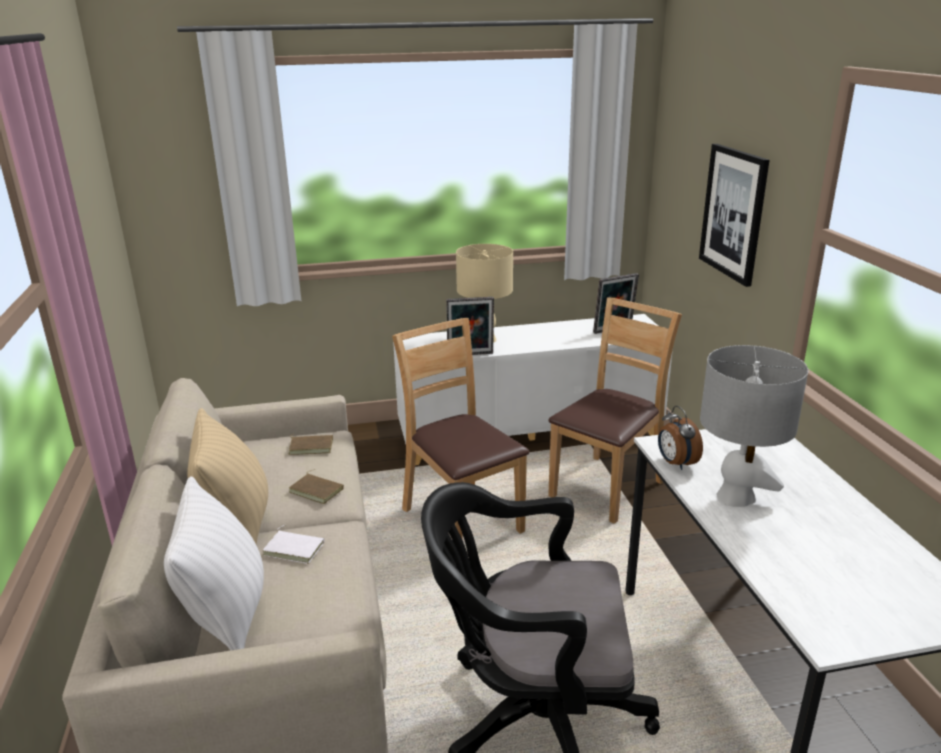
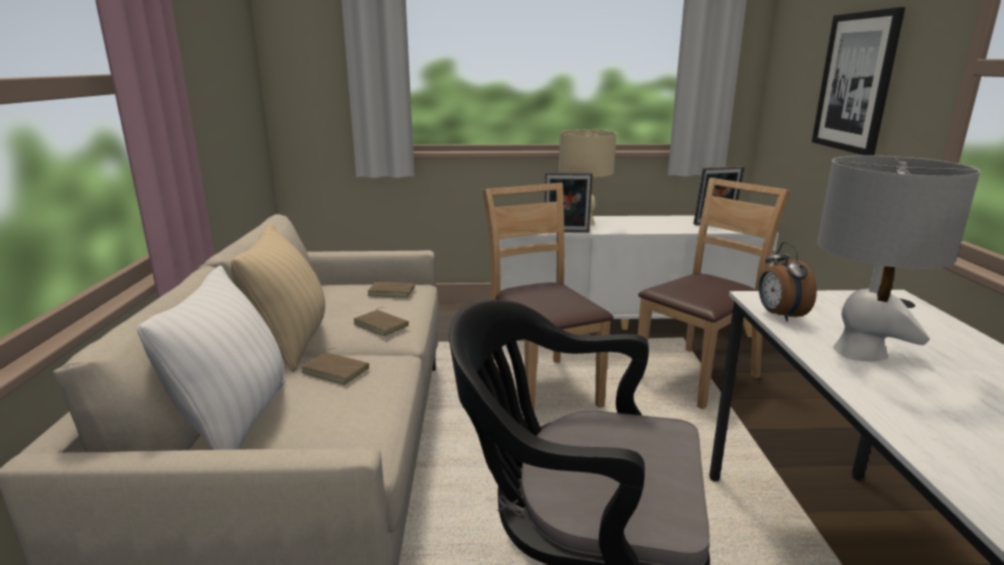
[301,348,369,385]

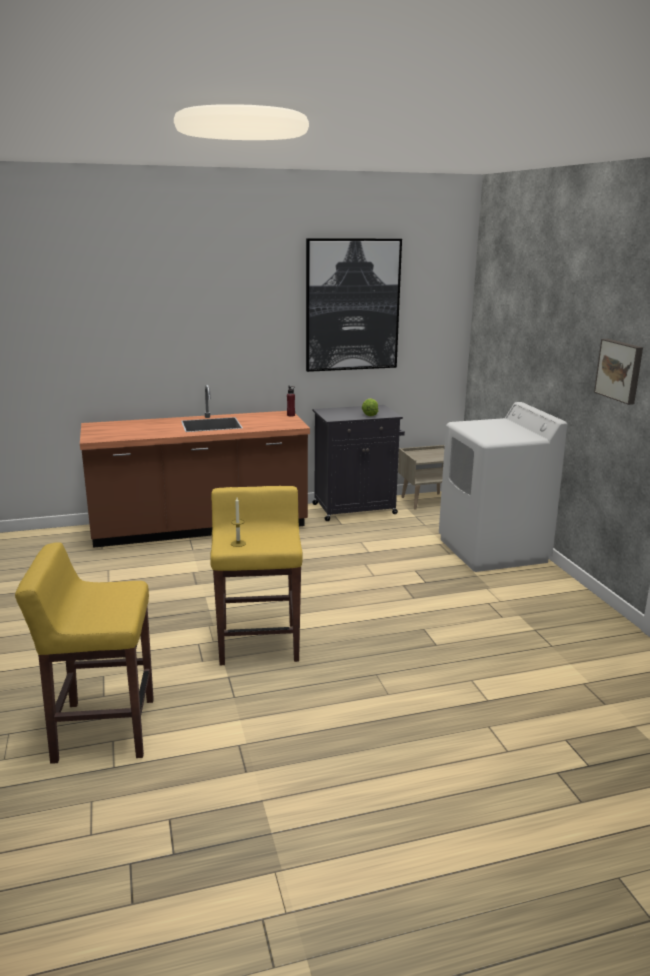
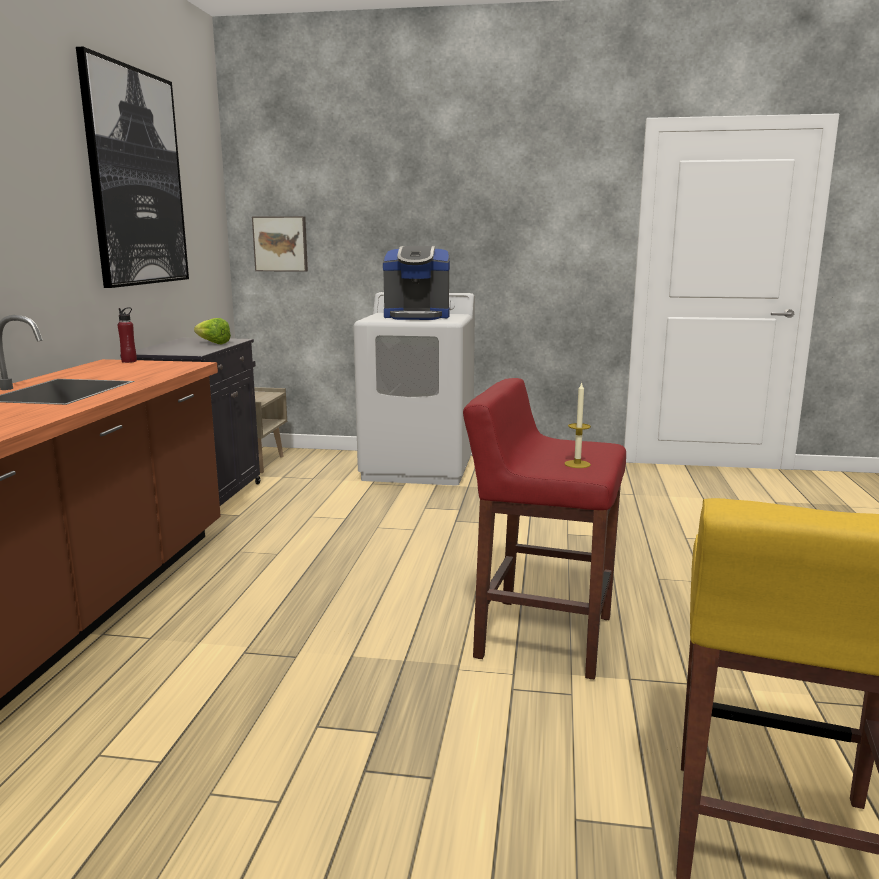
[252,216,308,272]
[383,246,450,320]
[463,378,626,679]

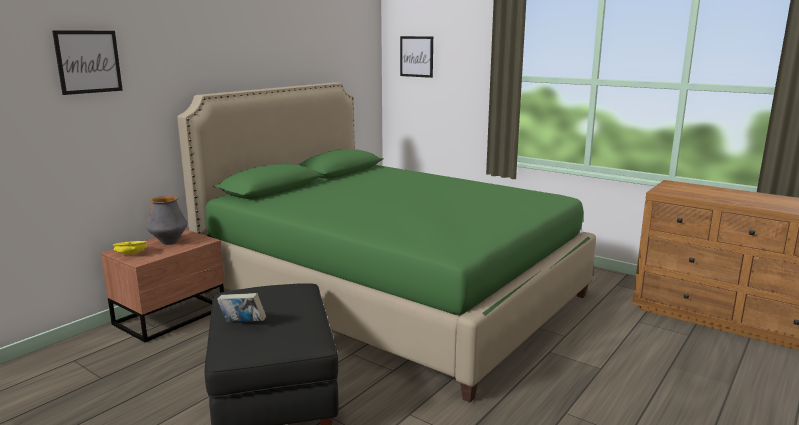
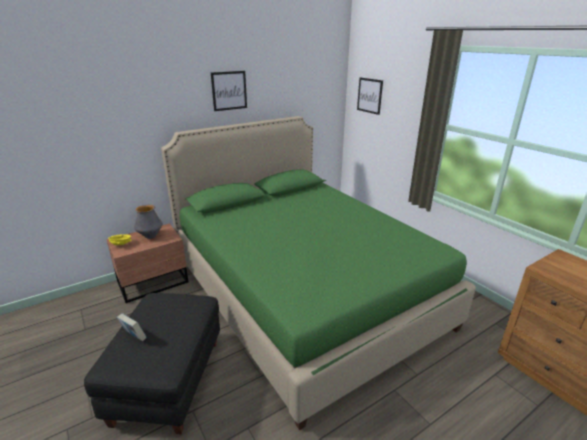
[211,71,247,111]

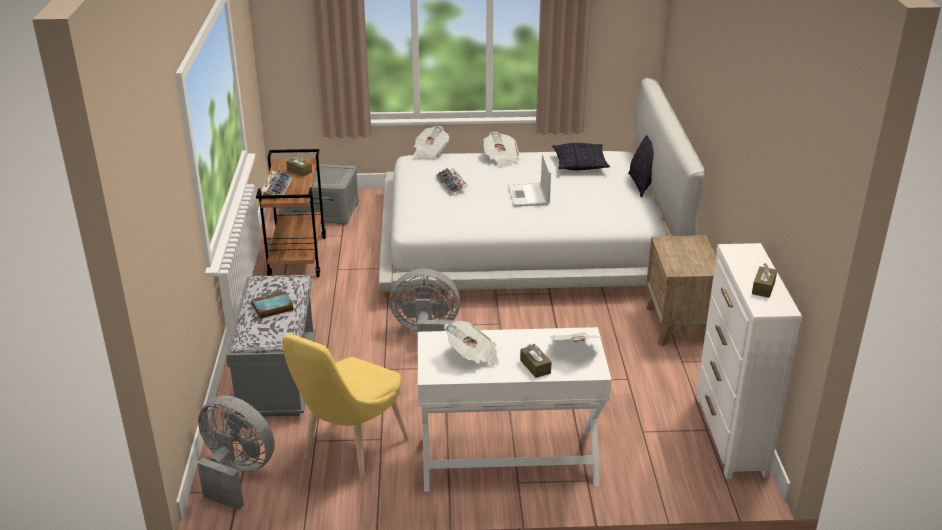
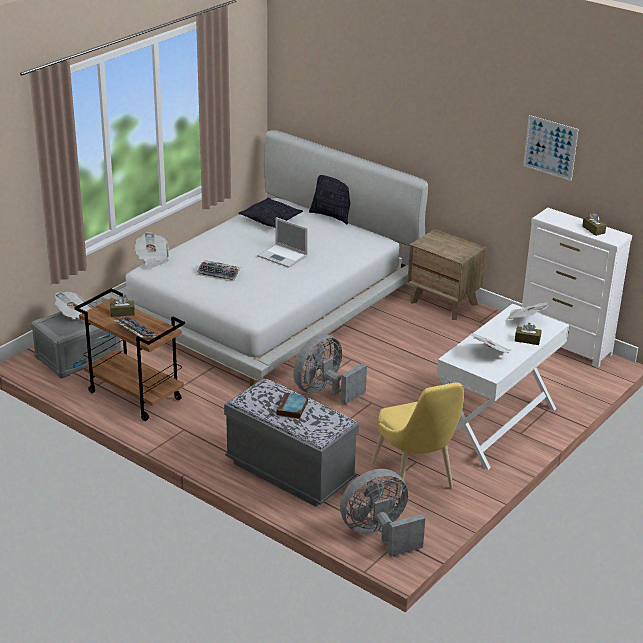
[55,292,91,319]
[523,115,579,181]

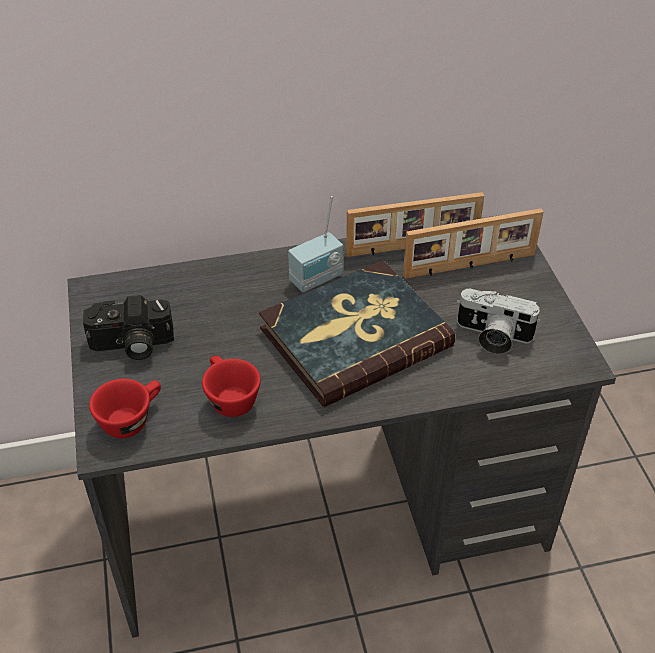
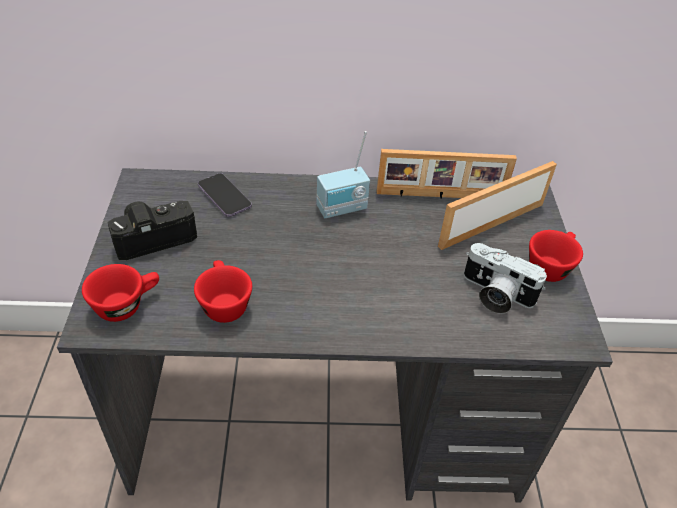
[107,201,197,260]
[198,173,252,217]
[438,161,557,250]
[529,230,583,282]
[259,260,455,407] (first image)

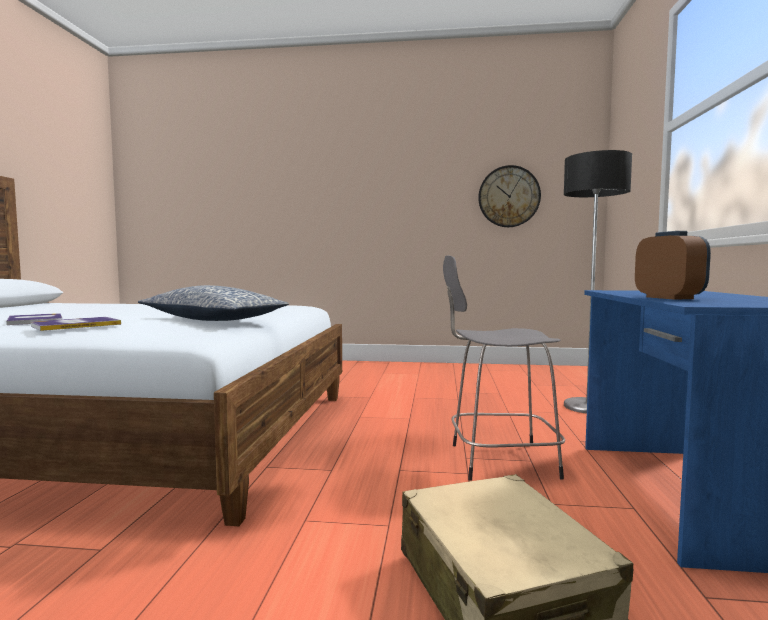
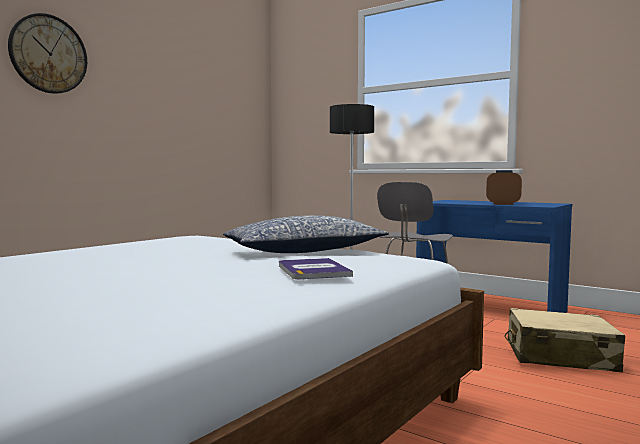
[8,13,87,94]
[6,313,62,325] (first image)

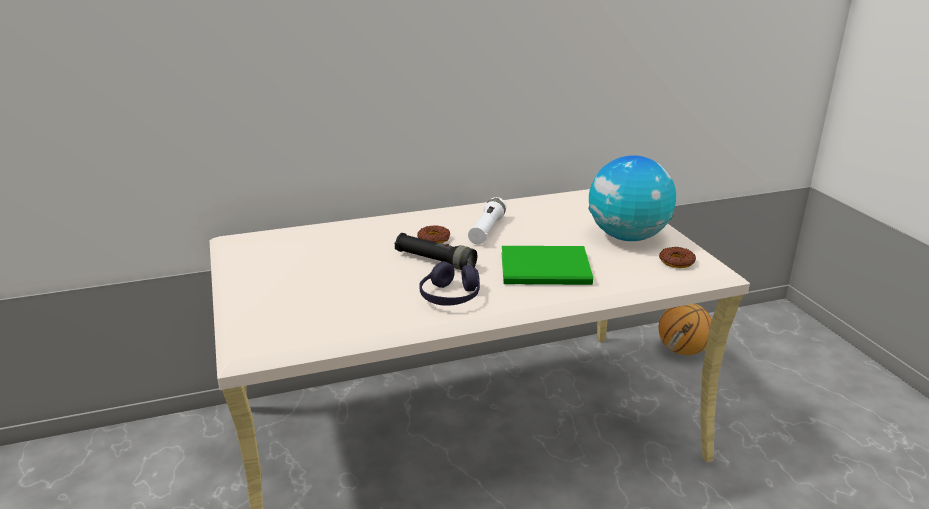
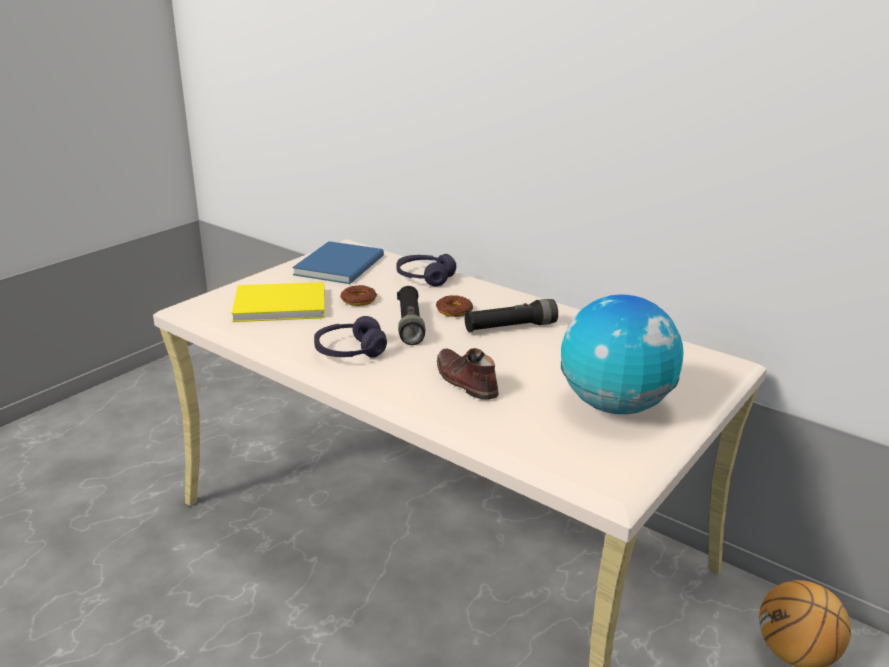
[231,282,325,322]
[292,241,384,284]
[341,285,377,306]
[397,254,456,286]
[437,348,499,400]
[465,299,558,332]

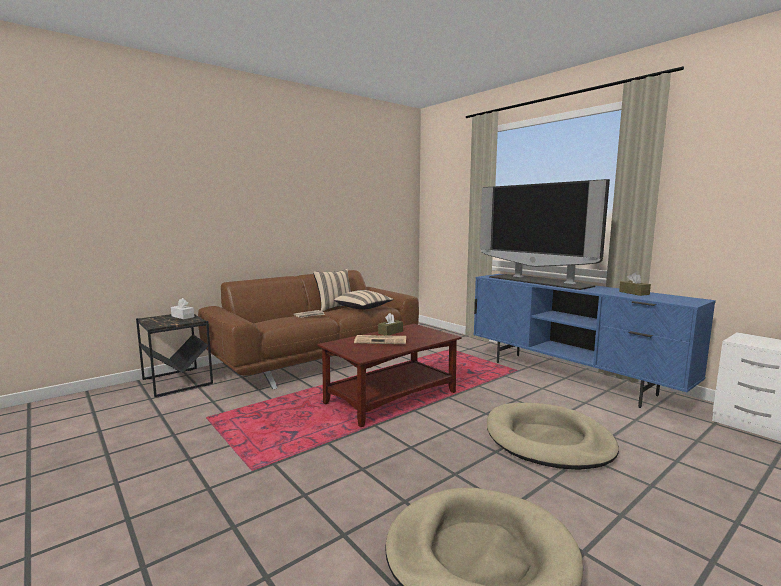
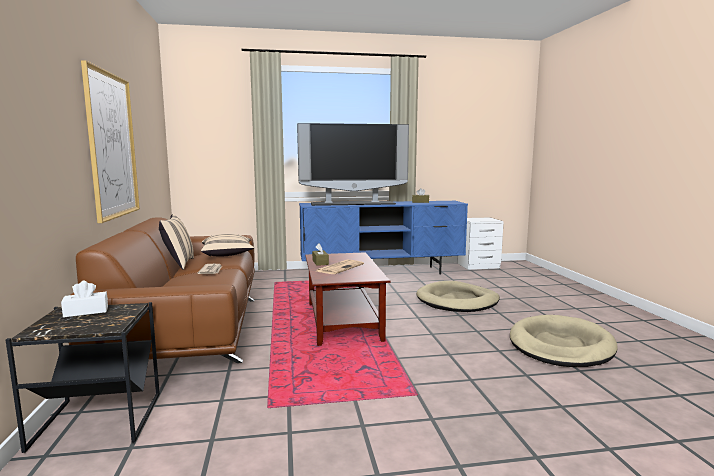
[81,60,140,223]

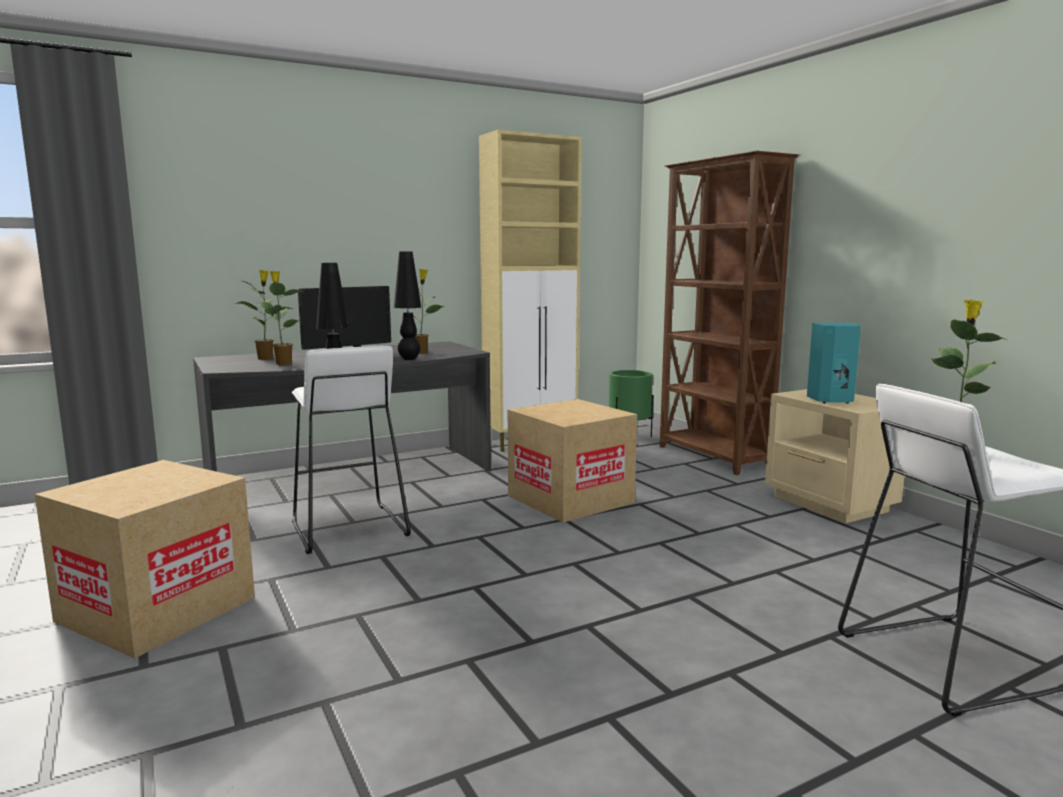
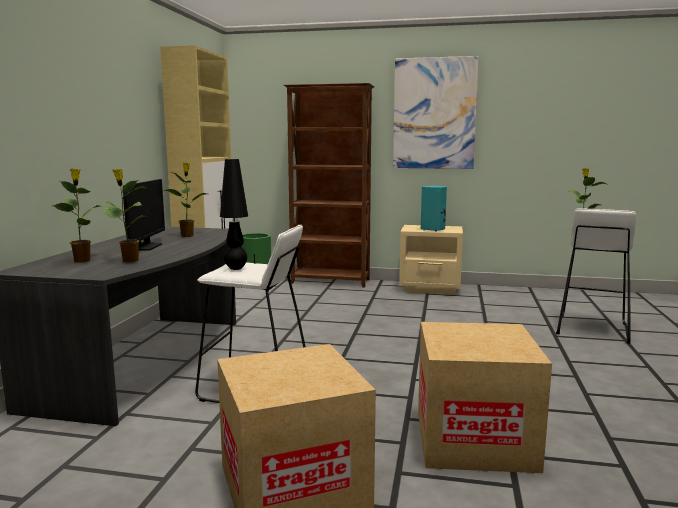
[393,56,479,169]
[418,322,552,473]
[394,252,421,360] (first image)

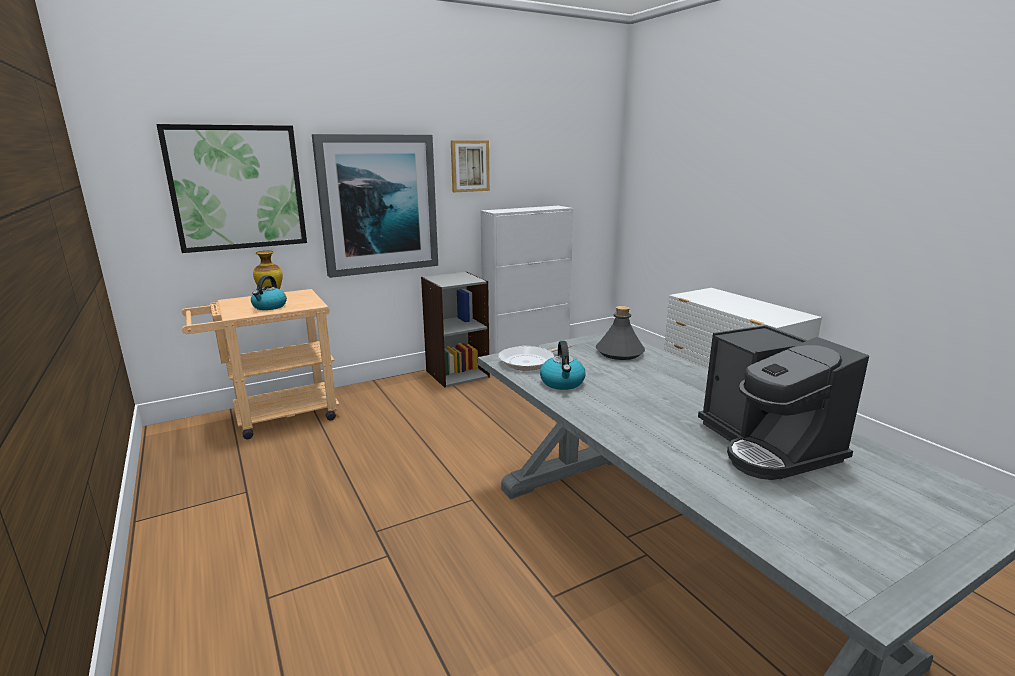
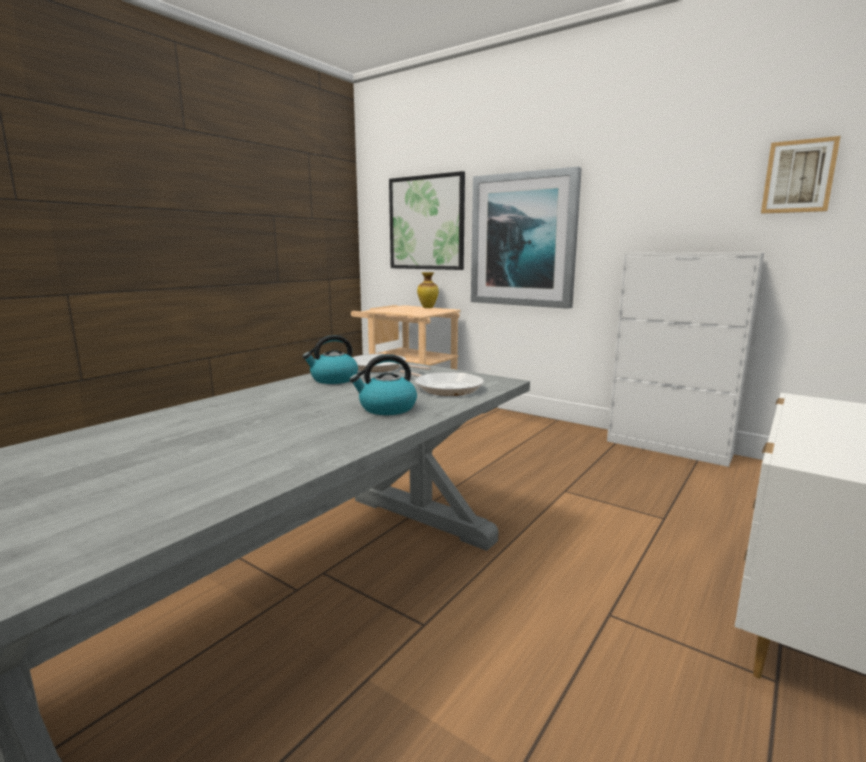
[349,354,417,415]
[400,370,484,396]
[761,136,841,214]
[421,271,490,388] (first image)
[698,325,869,480] (first image)

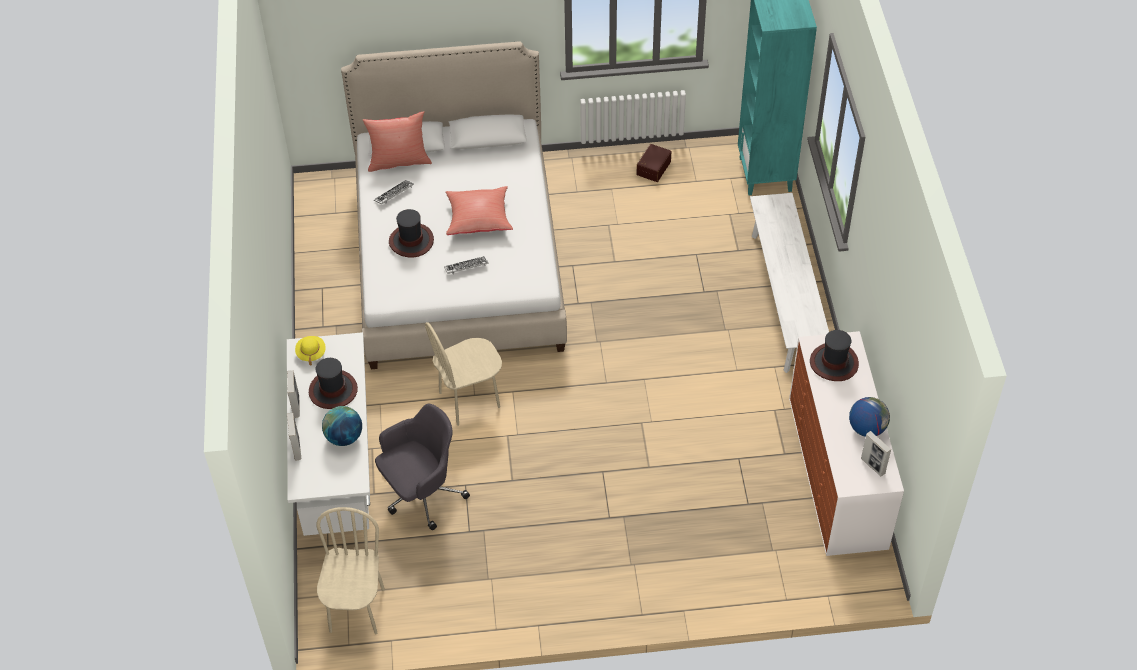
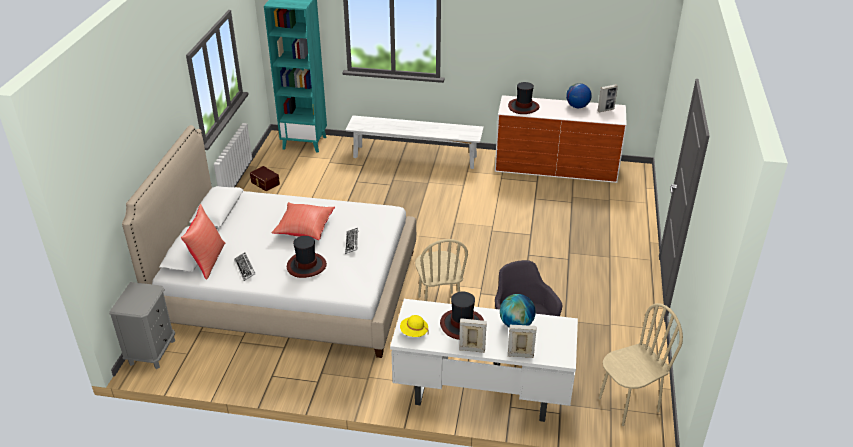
[109,282,175,369]
[599,303,683,426]

